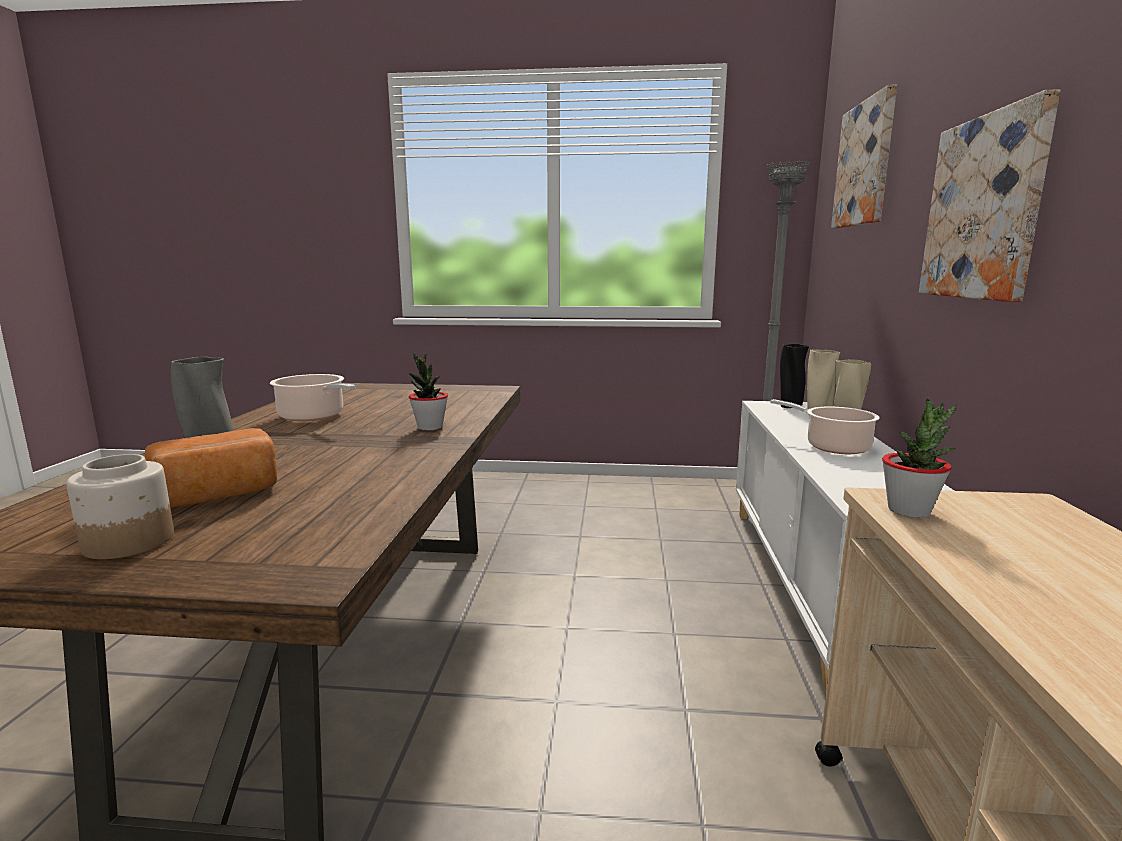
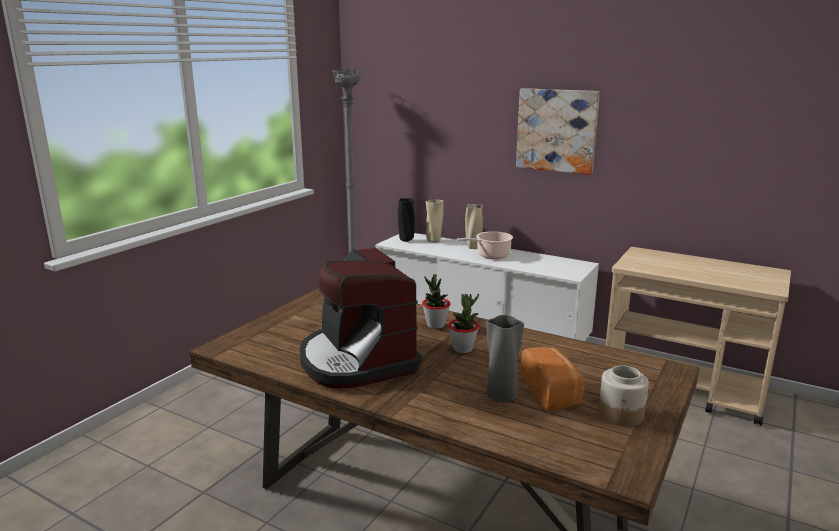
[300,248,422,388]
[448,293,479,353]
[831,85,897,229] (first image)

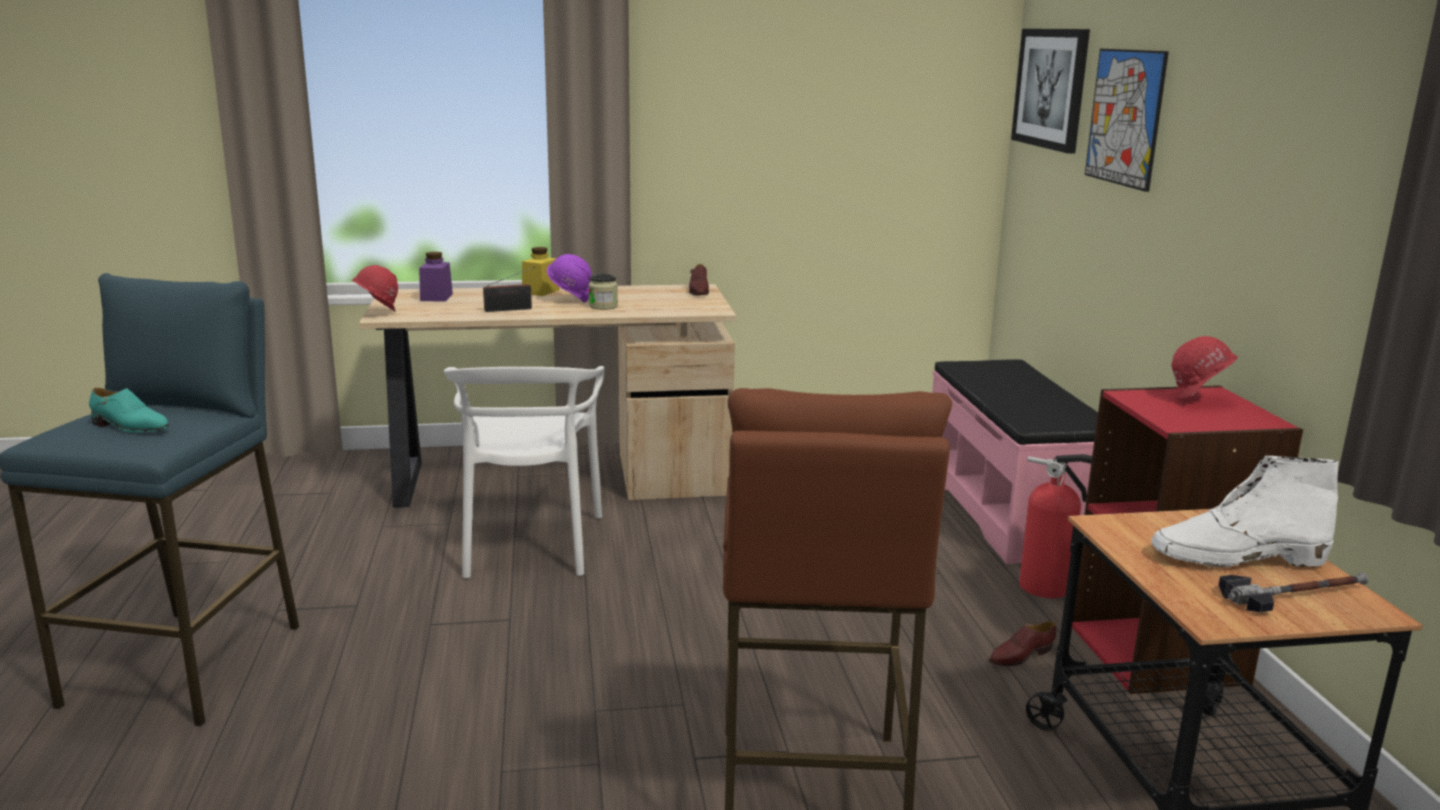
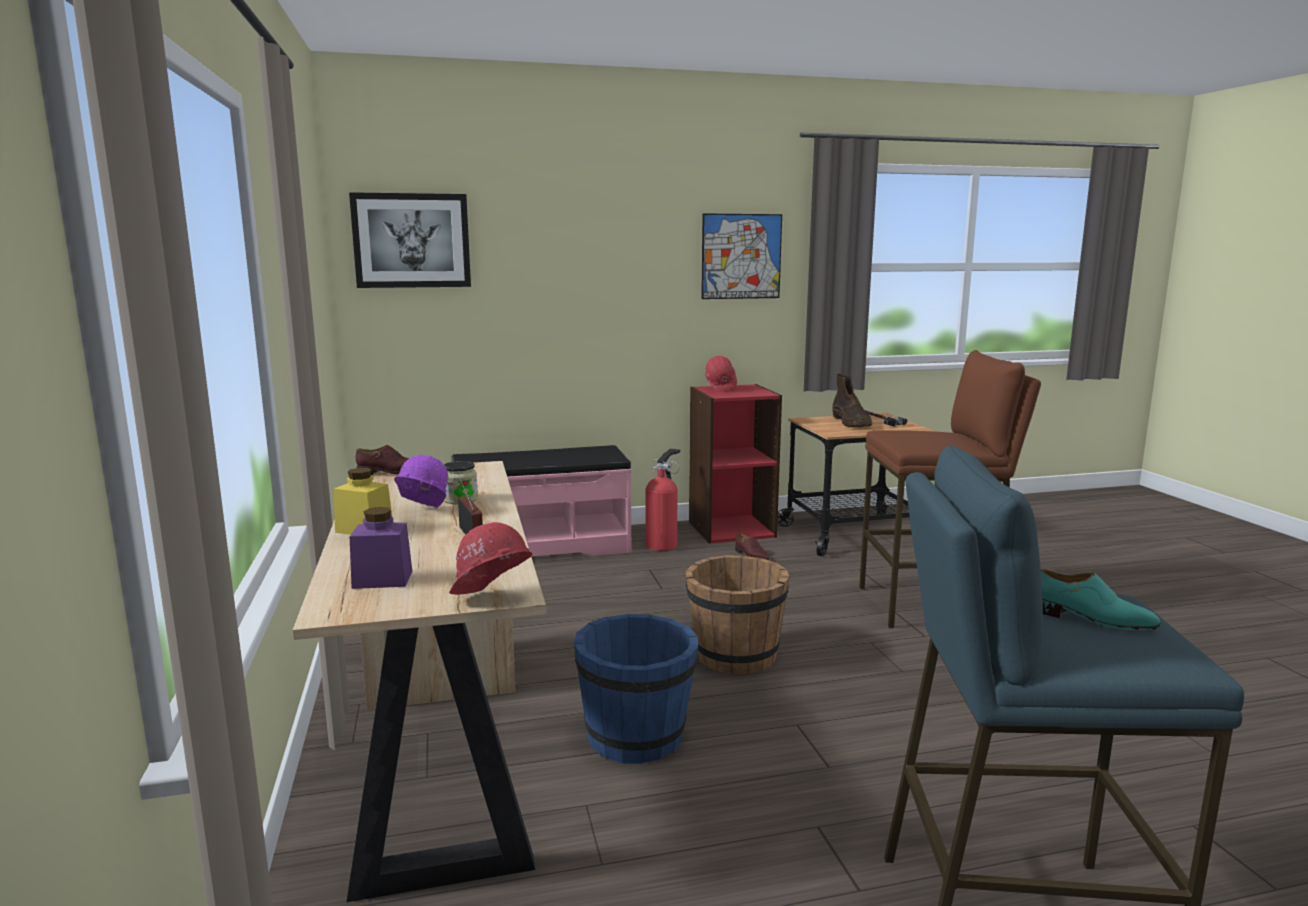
[574,614,698,764]
[686,555,790,674]
[701,214,782,299]
[832,374,872,427]
[1041,569,1161,630]

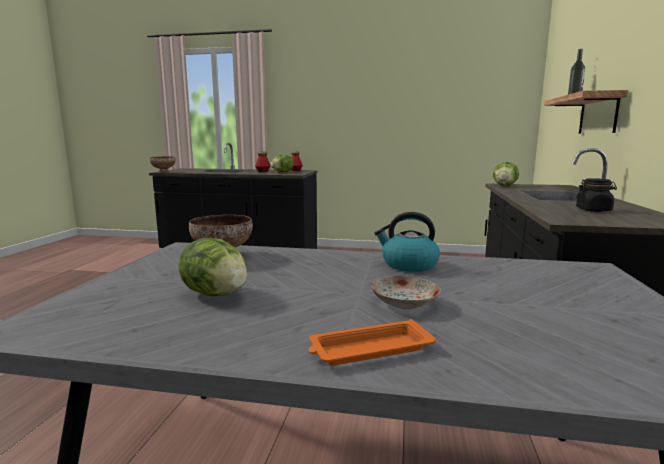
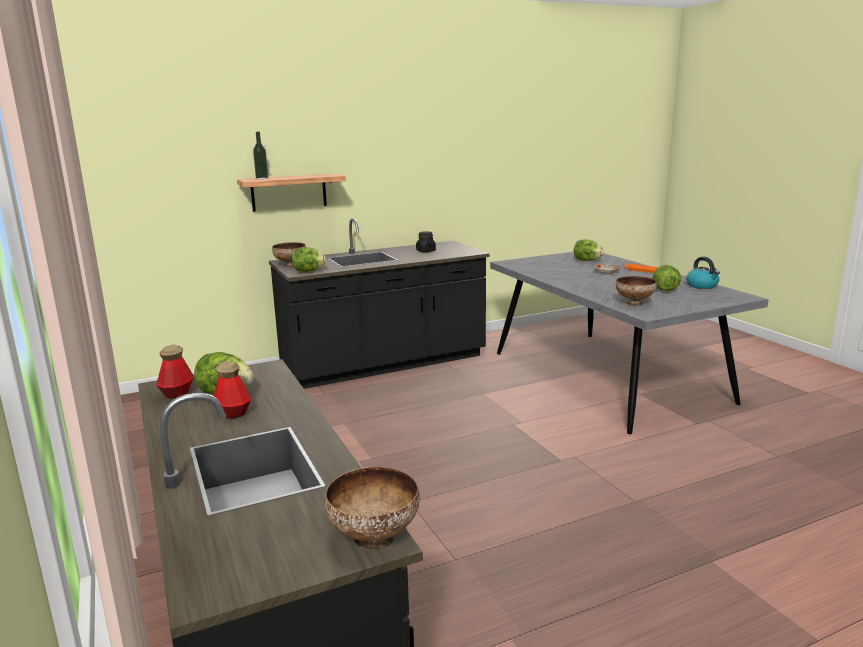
[272,242,306,267]
[574,239,604,261]
[686,257,720,289]

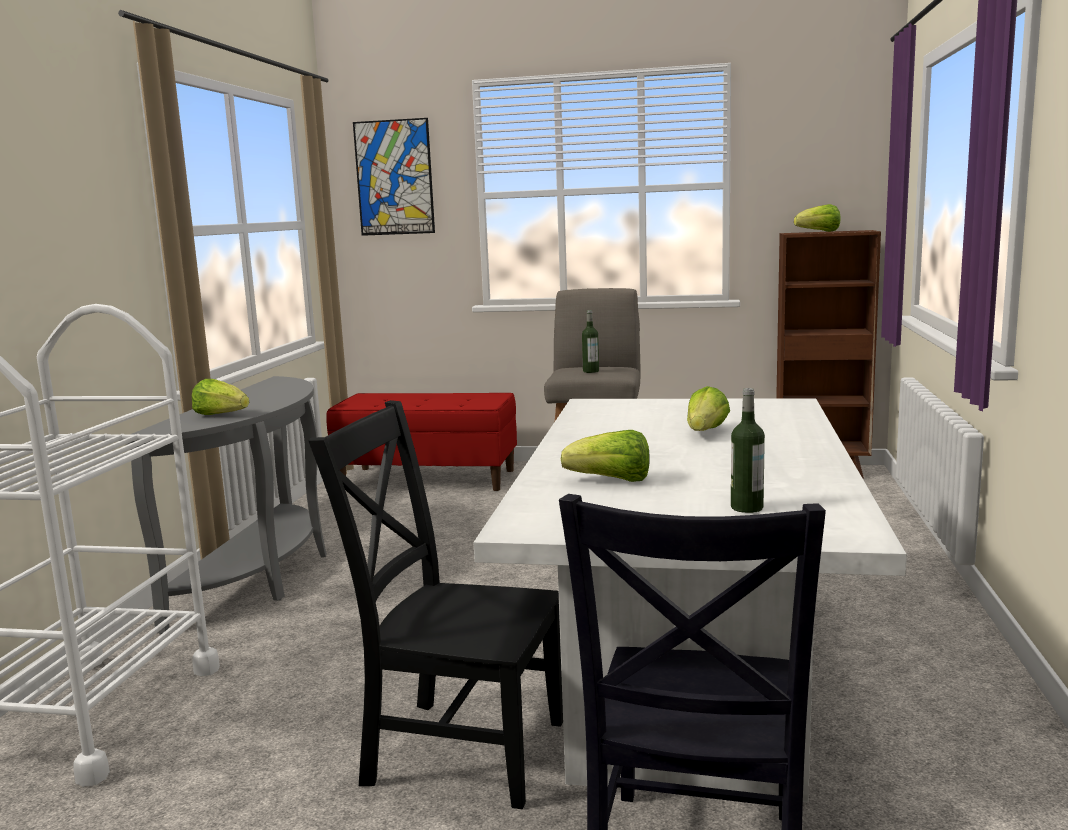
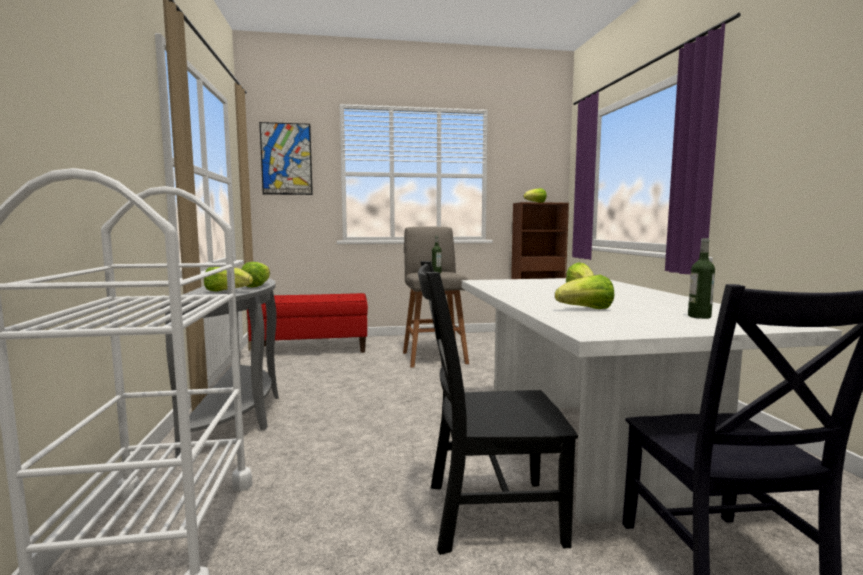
[241,262,270,288]

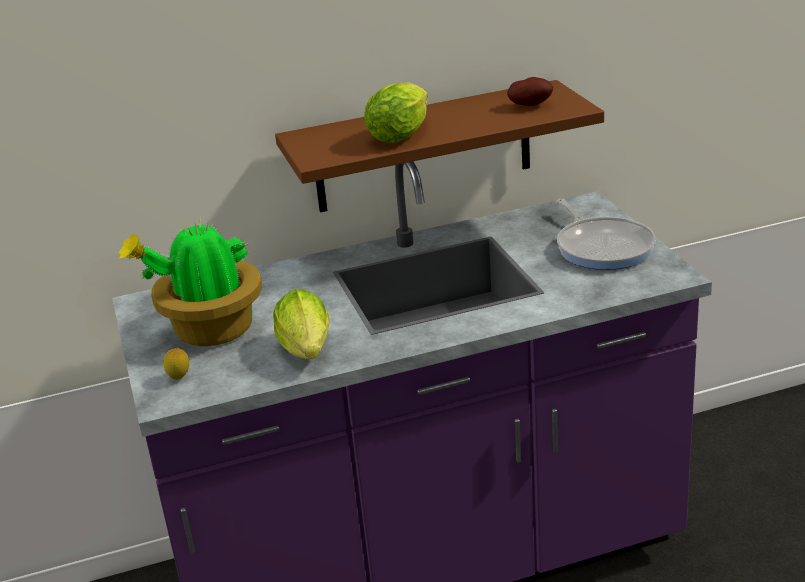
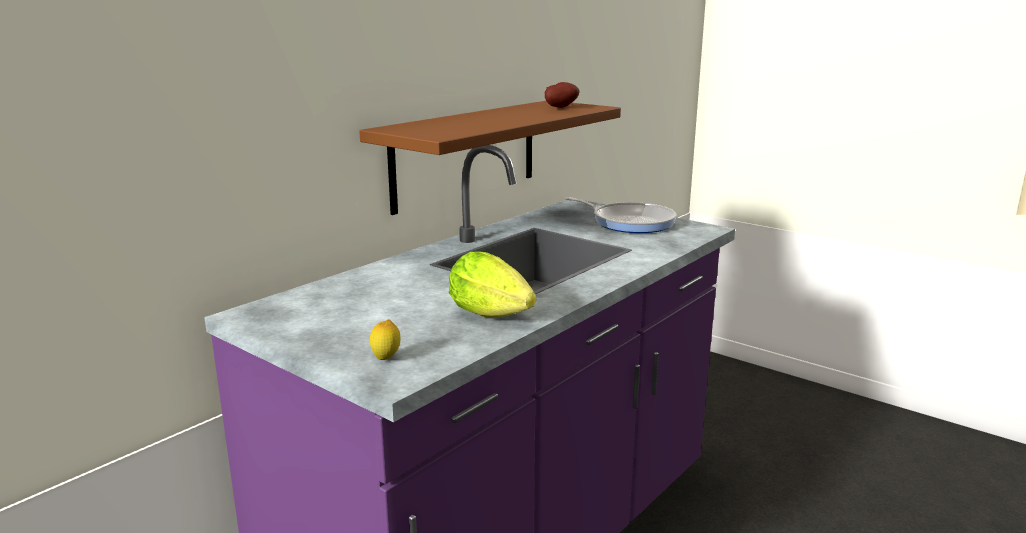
[119,213,262,346] (first image)
[364,82,428,143] (first image)

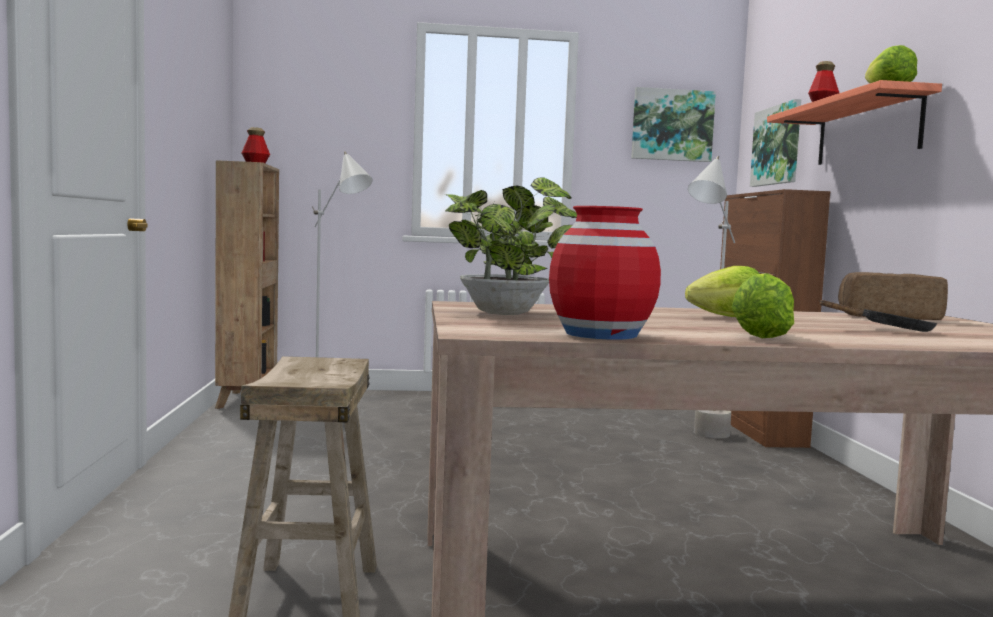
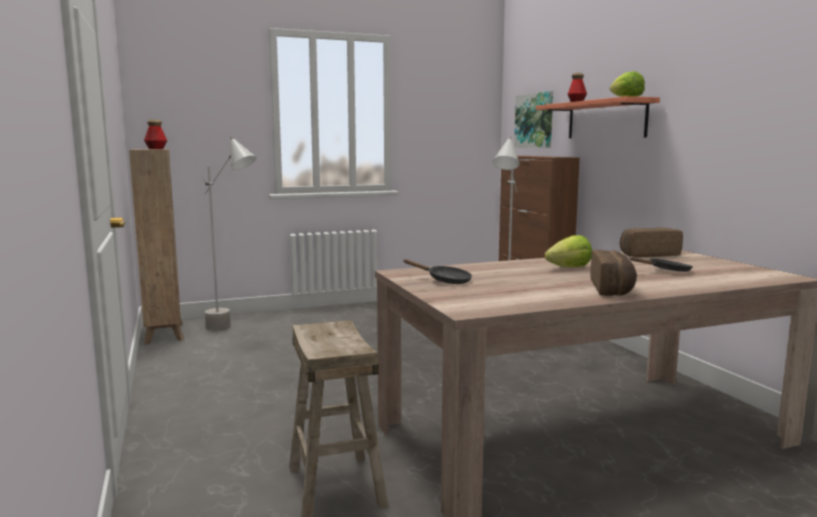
[404,259,472,284]
[590,250,637,296]
[549,206,661,340] (first image)
[631,87,716,162] (first image)

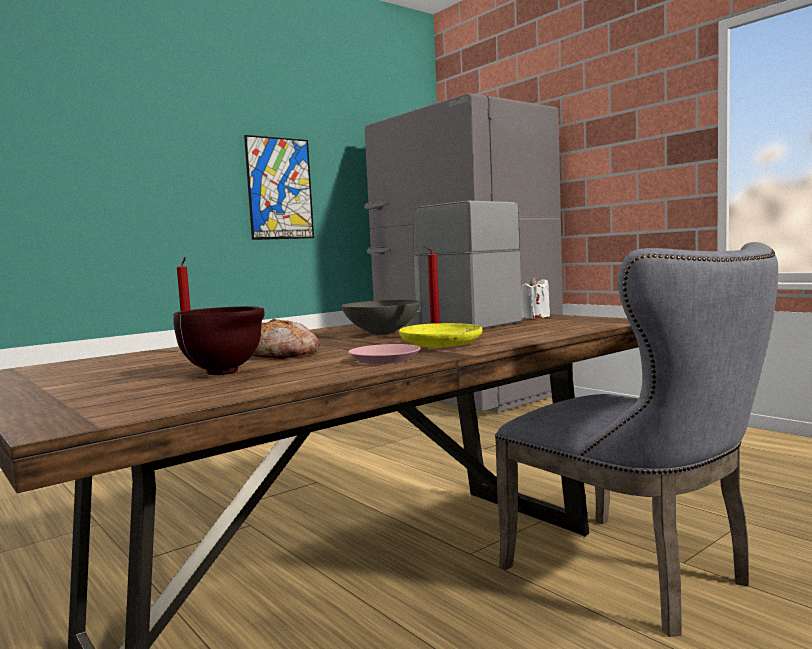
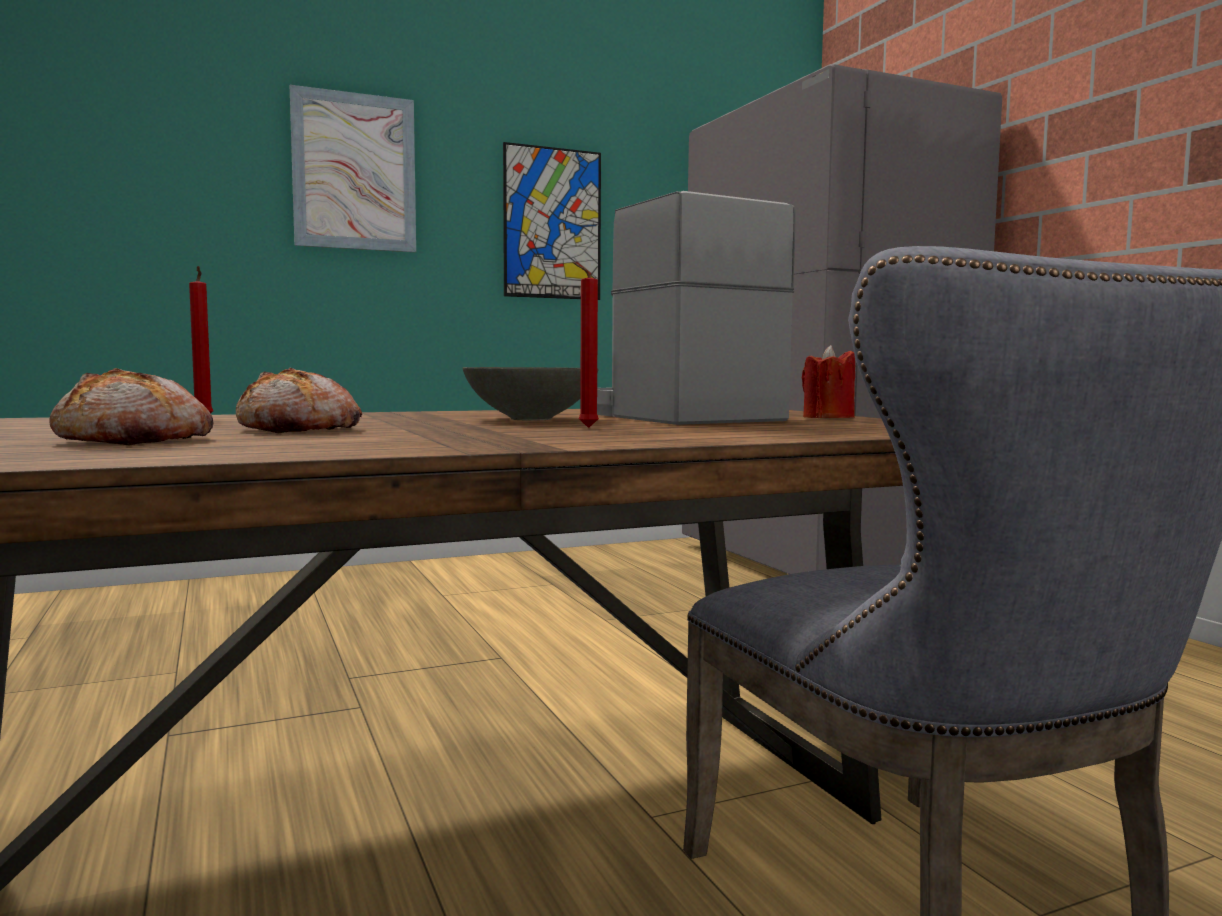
[49,368,213,445]
[290,85,416,252]
[802,345,855,418]
[348,344,421,364] (first image)
[399,323,482,347] (first image)

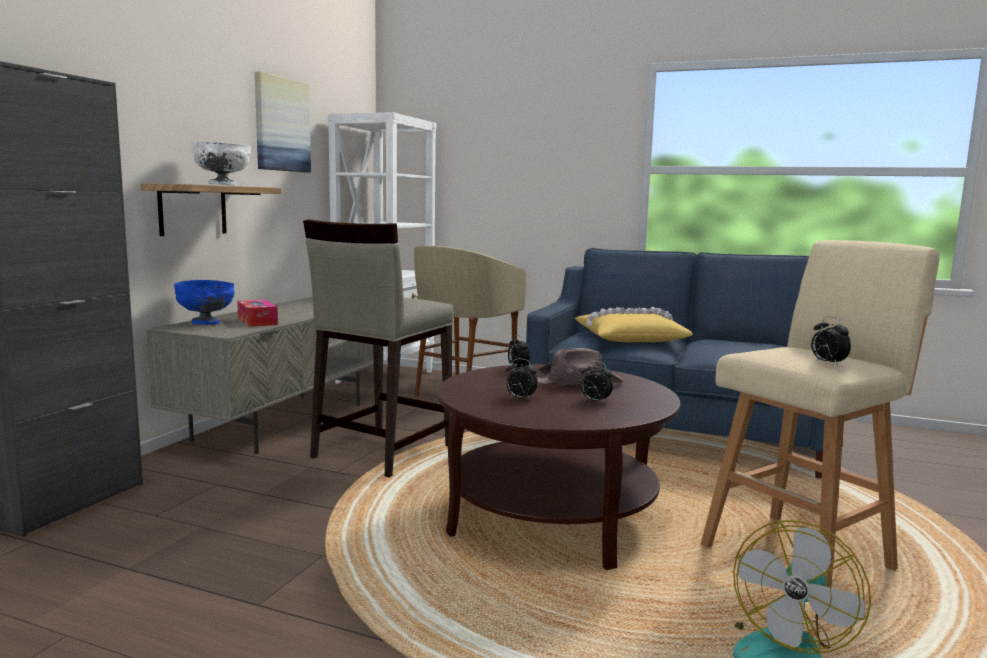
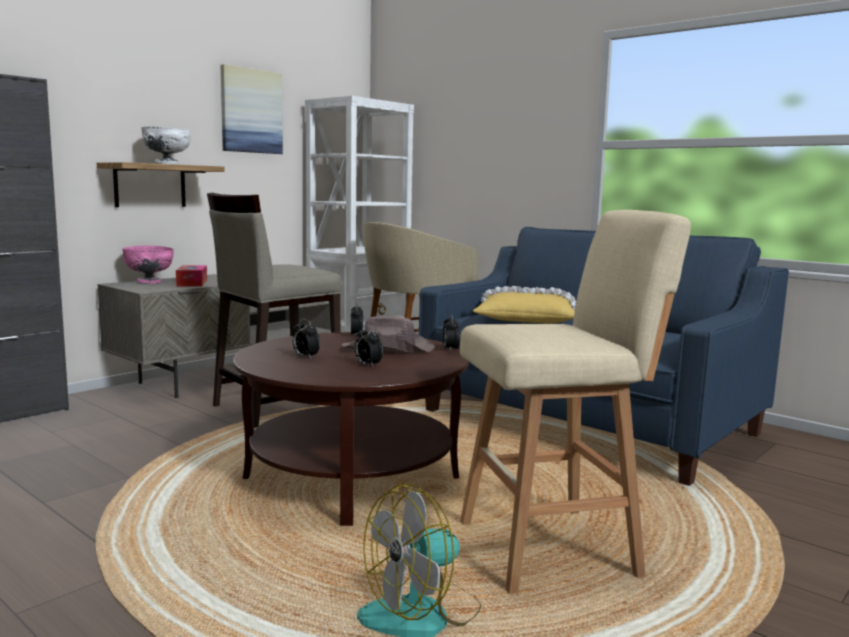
[122,246,174,284]
[443,314,460,351]

